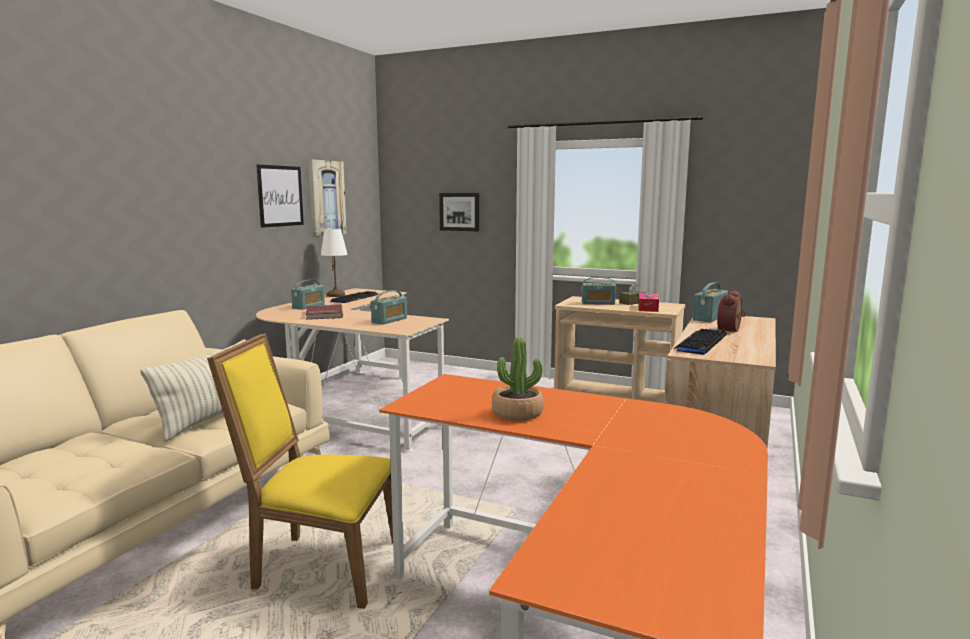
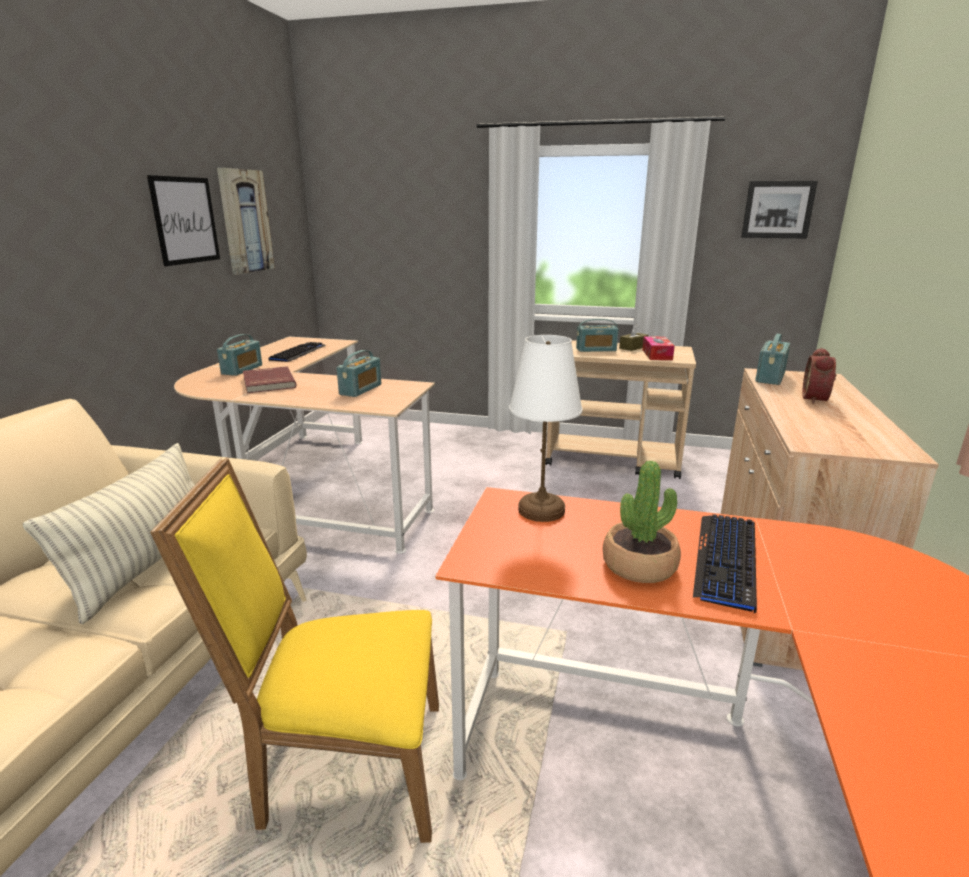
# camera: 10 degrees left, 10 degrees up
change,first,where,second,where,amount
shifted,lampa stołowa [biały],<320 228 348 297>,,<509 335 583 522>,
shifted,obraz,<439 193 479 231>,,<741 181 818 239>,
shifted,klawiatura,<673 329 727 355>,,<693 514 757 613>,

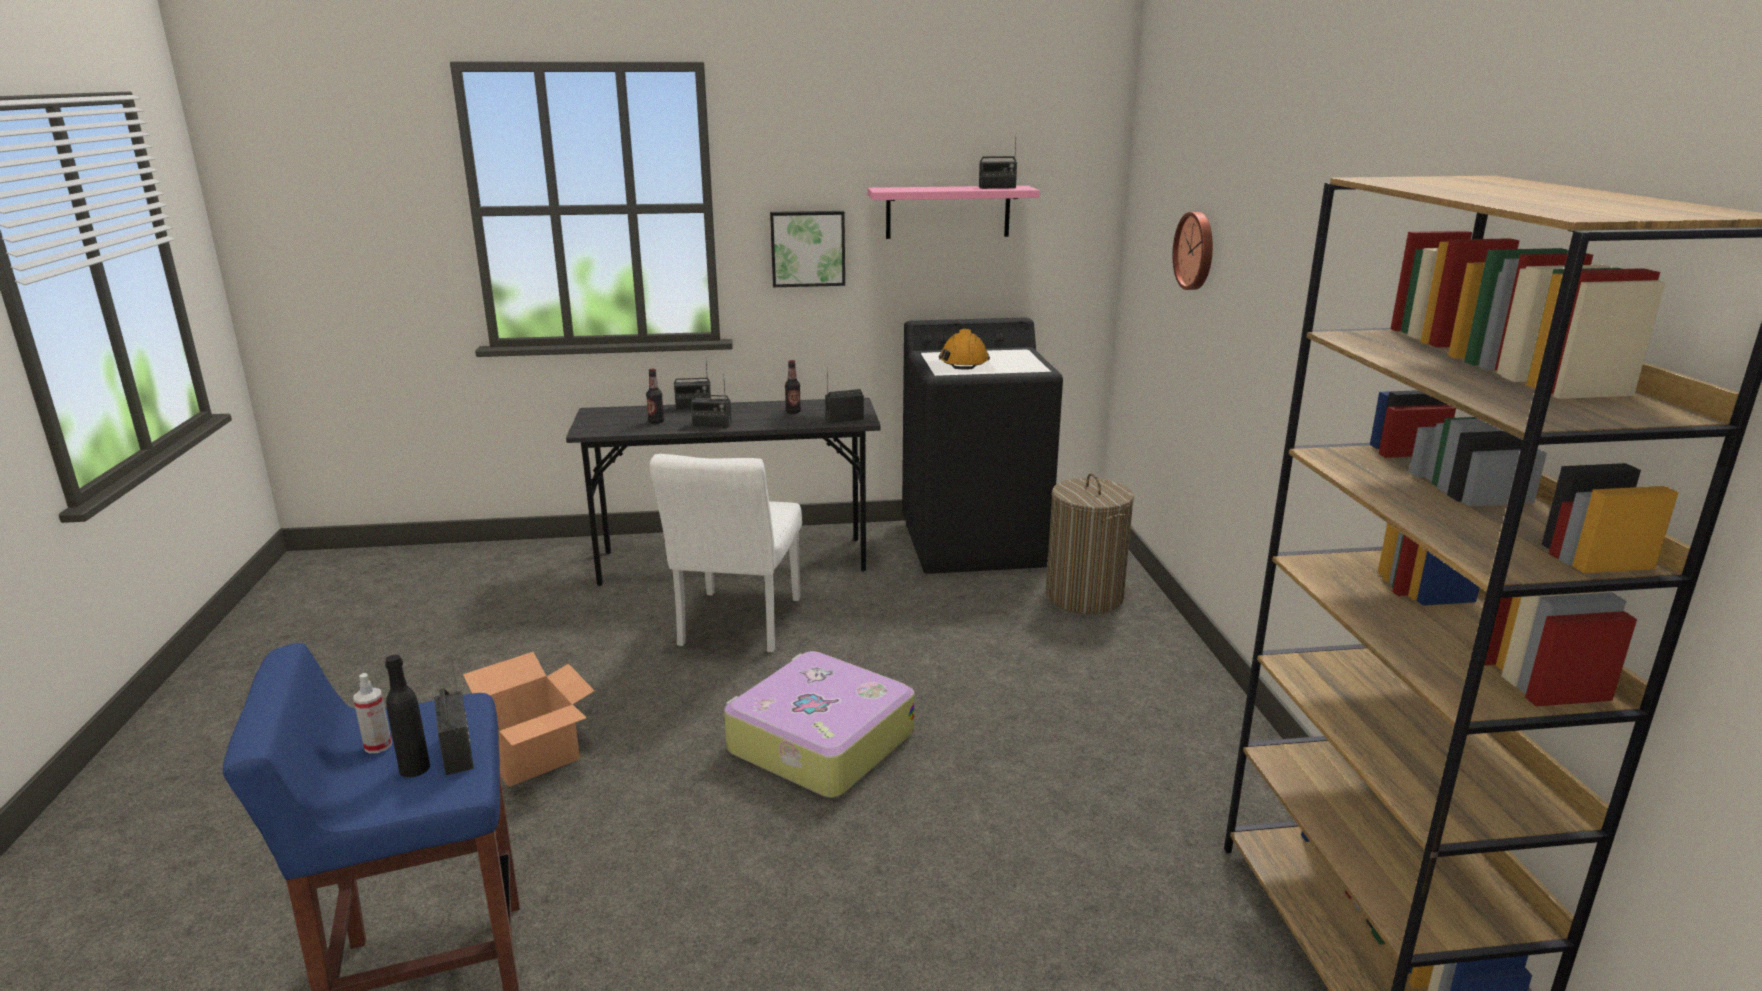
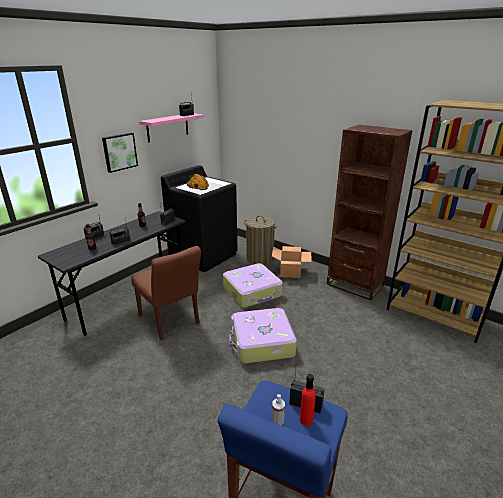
# camera: 45 degrees left, 5 degrees up
change,first,where,second,where,amount
repainted,butelka [czarny],<385 655 430 777>,butelka [czerwony],<300 374 316 426>,
shifted,karton,<463 652 595 787>,,<272 246 312 278>,
repainted,krzesło [biały],<650 454 802 652>,krzesło [brązowy],<131 246 201 340>,
gone,zegar ścienny,<1173 212 1213 290>,,,
new,,,walizka,<223 263 283 308>,
new,,,regał [brązowy],<327 125 413 301>,

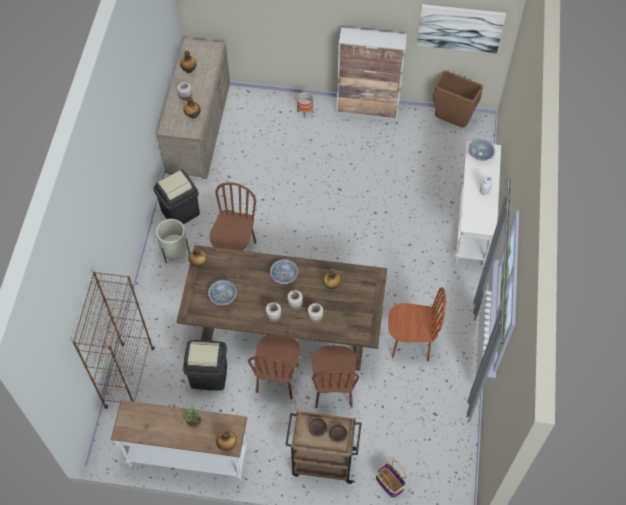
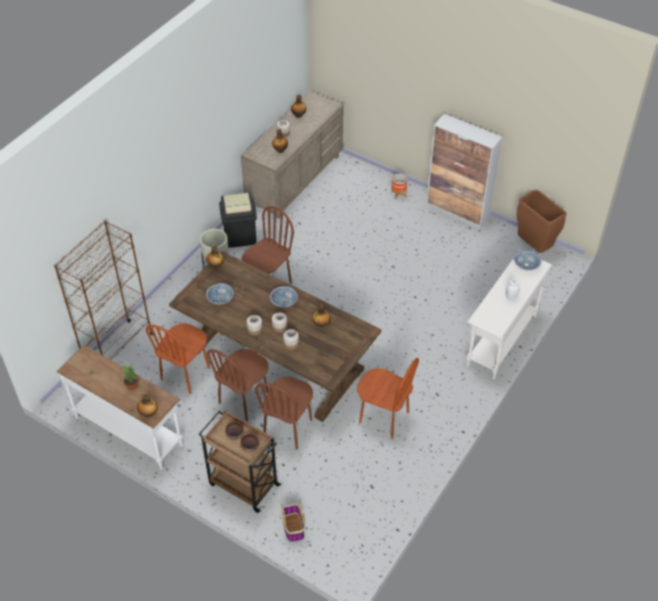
# camera: 25 degrees right, 10 degrees down
change,first,where,second,where,amount
swapped,kosz na śmieci [czarny],<183 340 227 391>,krzesło [brązowy],<146 324 210 394>,
gone,obraz,<417 4 506 54>,,,

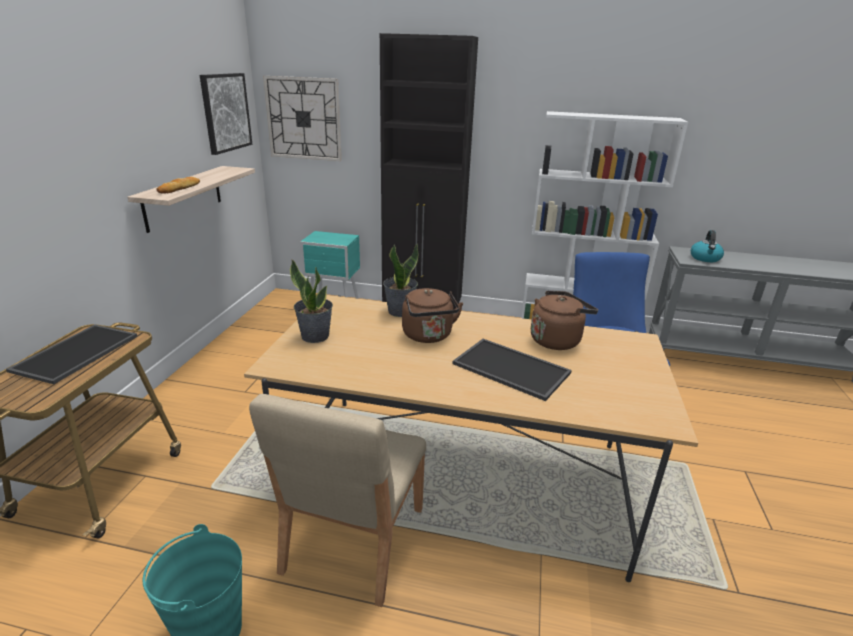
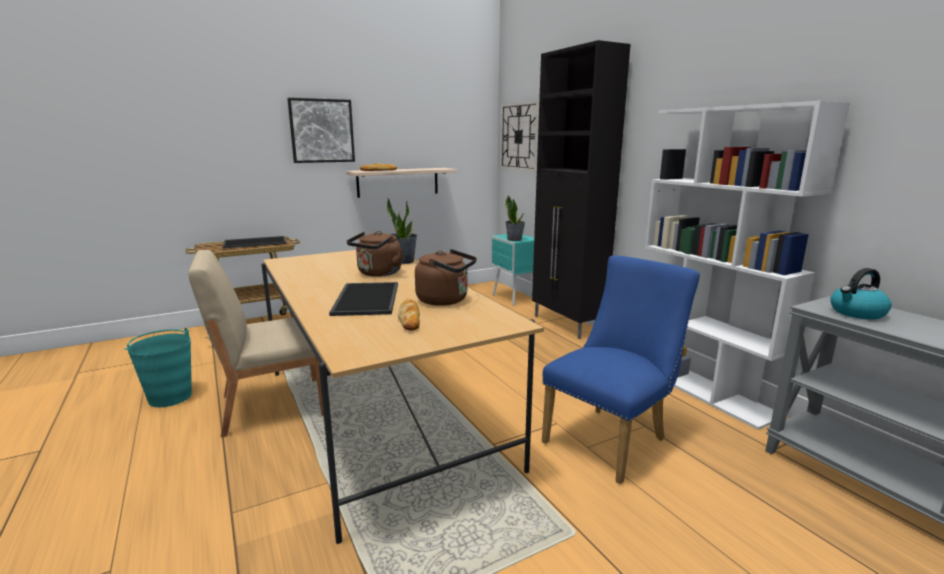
# camera: 50 degrees right, 10 degrees down
change,first,where,second,where,amount
shifted,obraz,<200 73 252 155>,,<287 98 355 163>,
shifted,roślina doniczkowa,<290 260 333 343>,,<505 196 525 241>,
new,,,chleb,<398 299 420 331>,

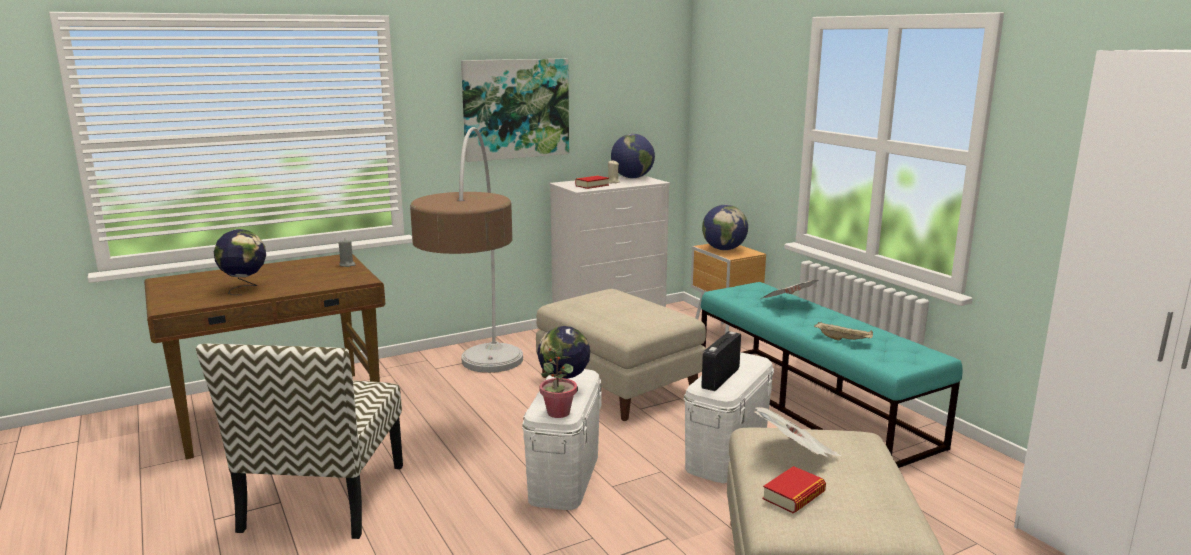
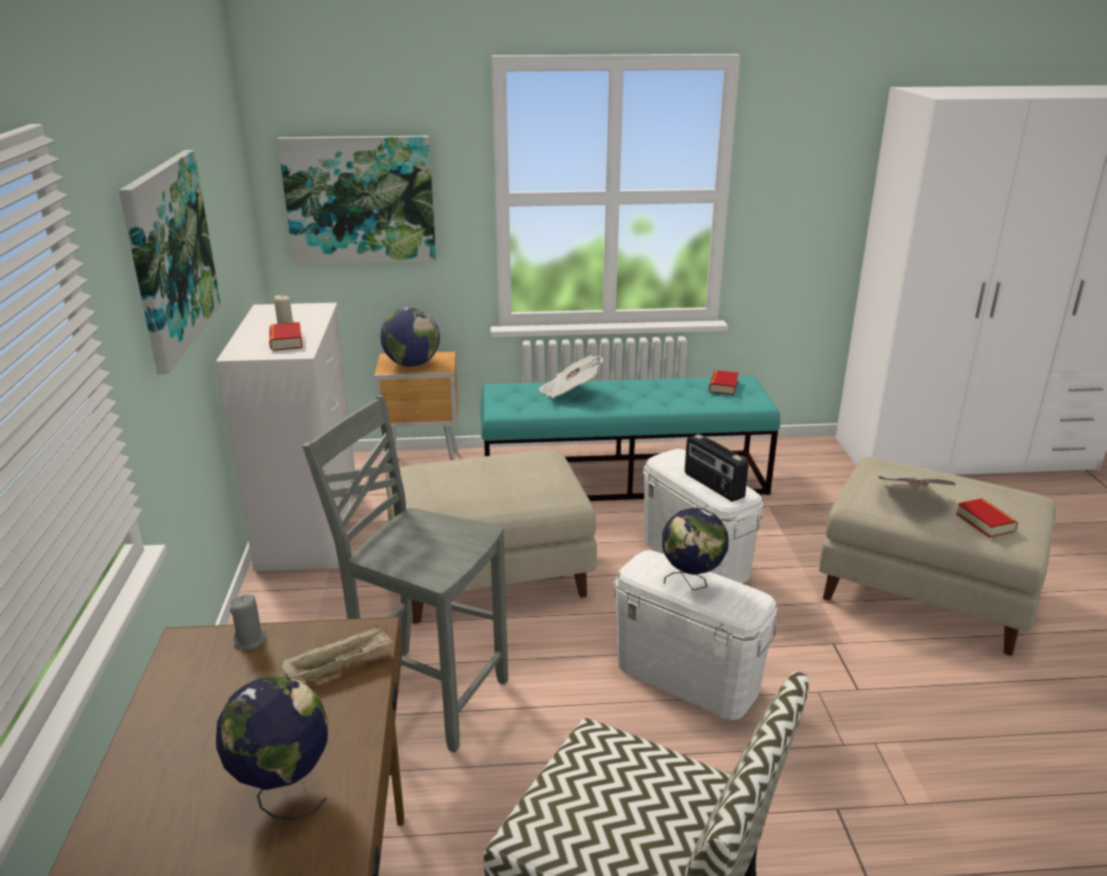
# camera: 65 degrees left, 10 degrees up
change,first,where,second,where,amount
swapped,lampa stojąca,<410 127 523 373>,krzesło [szary],<303 395 508 752>,
gone,roślina doniczkowa,<540 343 577 418>,,,
gone,globus,<611 134 655 178>,,,
shifted,taca [beżowy],<814 322 873 341>,,<280 624 394 679>,
new,,,obraz,<277 136 436 265>,
new,,,książka,<709 370 739 395>,

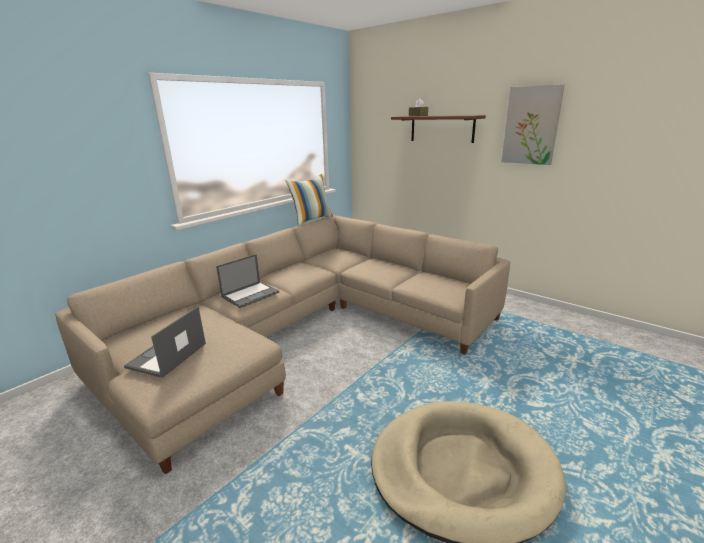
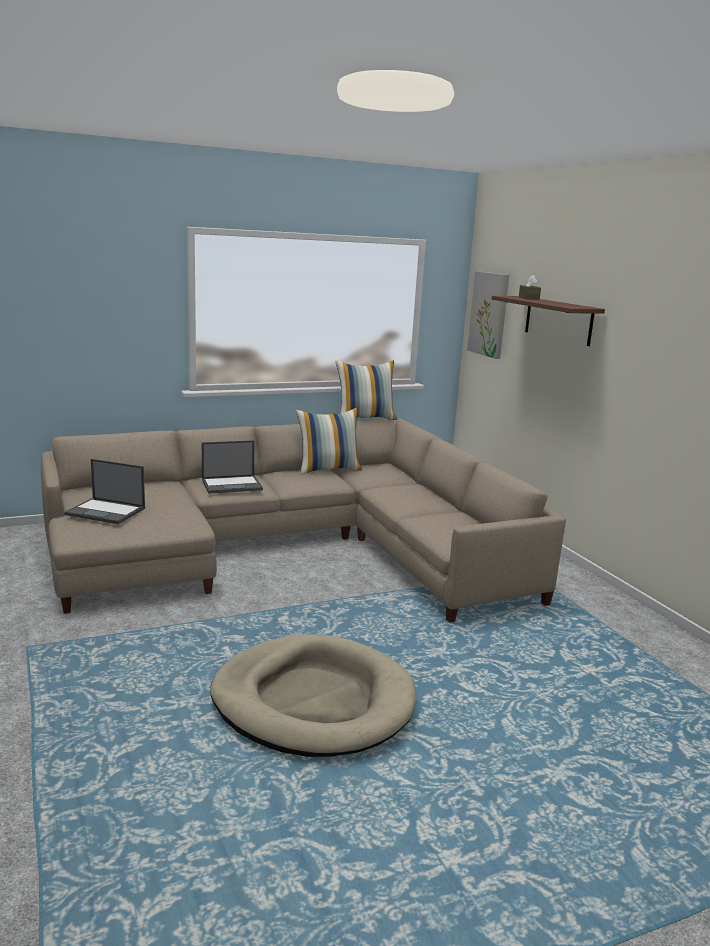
# camera: 25 degrees right, 5 degrees down
change,first,where,second,where,amount
rotated,laptop,<124 306 206 378>,,<64 459 145 524>,120 degrees counterclockwise
shifted,obraz,<501 84 565 165>,,<467 271 509 359>,
new,,,poduszka,<296 408 362 475>,

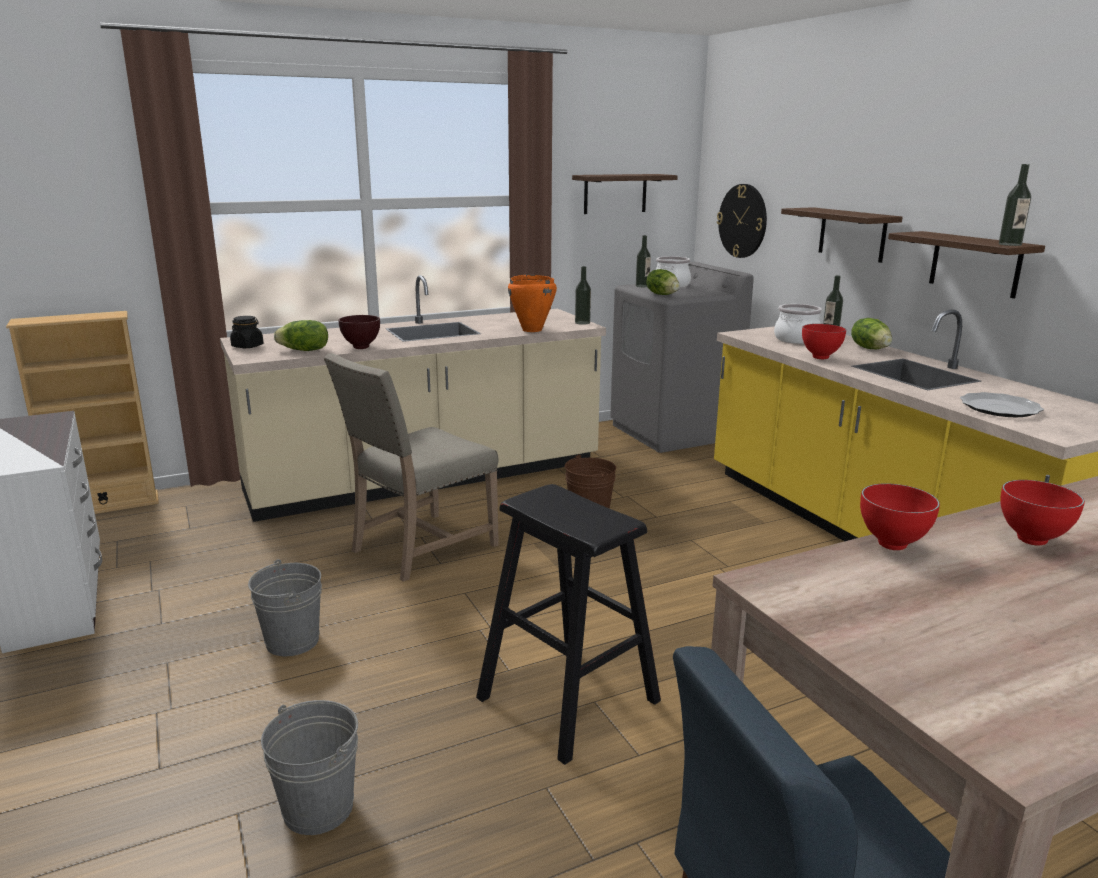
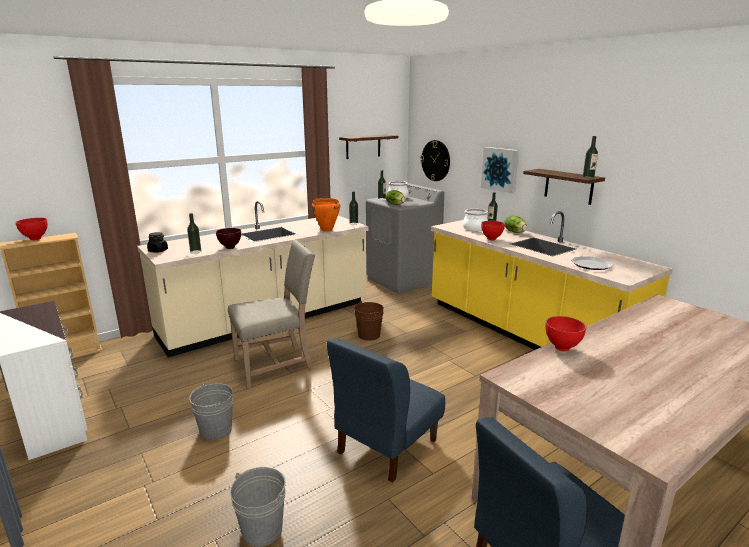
# camera: 10 degrees left, 0 degrees up
change,first,where,second,where,amount
swapped,sałata,<274 320 328 351>,butelka,<187 213 201 254>,
rotated,krzesło [beżowy],<324 353 499 582>,,<228 240 315 388>,150 degrees counterclockwise
swapped,stołek [czarny],<476 484 661 765>,krzesło [niebieski],<327 338 445 483>,
swapped,półka,<781 207 903 263>,obraz,<481 147 519 194>,
shifted,miska [czerwony],<1000 480 1085 545>,,<15 218 48 240>,

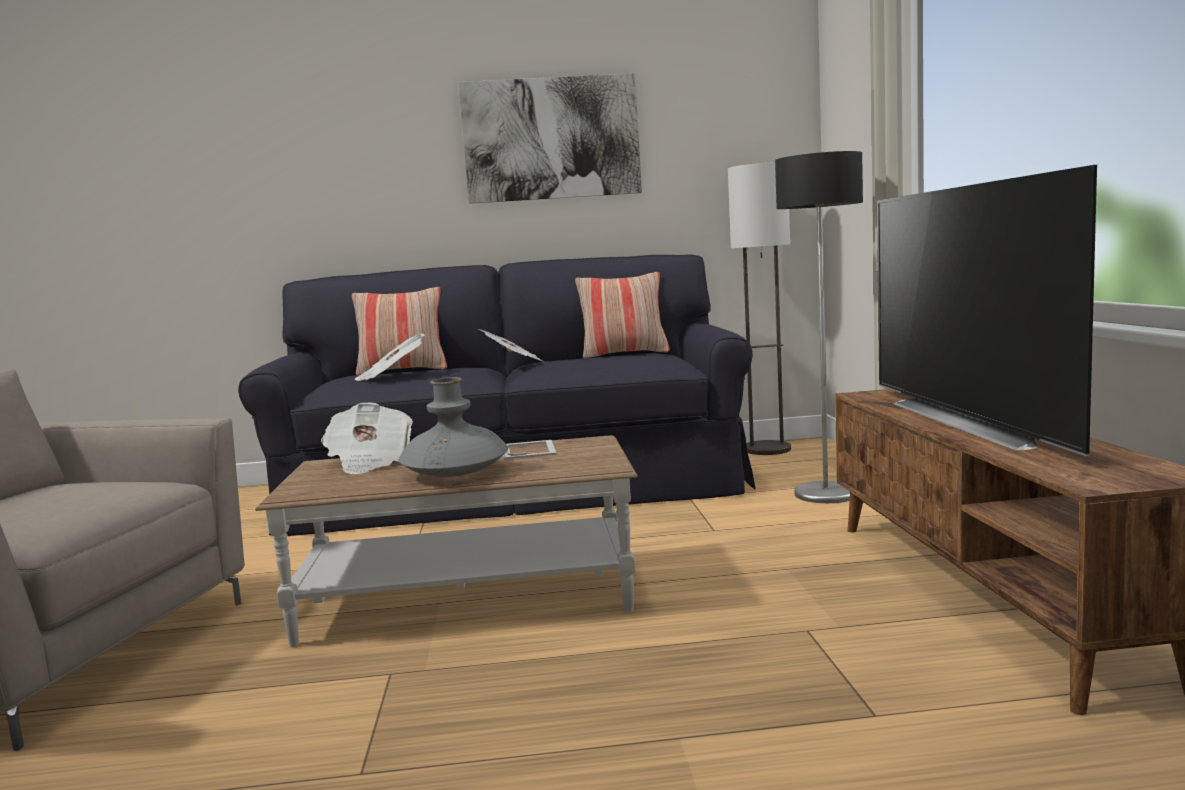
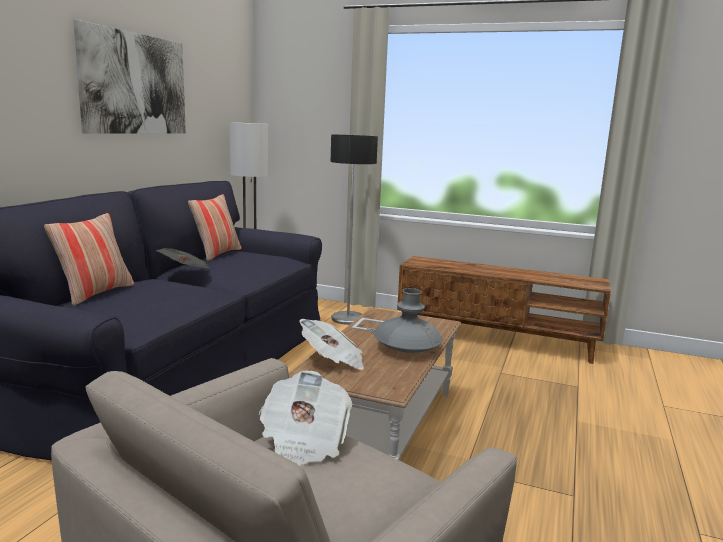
# camera: 65 degrees left, 5 degrees up
change,first,where,second,where,amount
shifted,gazeta,<355 334 425 381>,,<259 371 352 466>,
gone,telewizor,<877 165 1097 456>,,,

